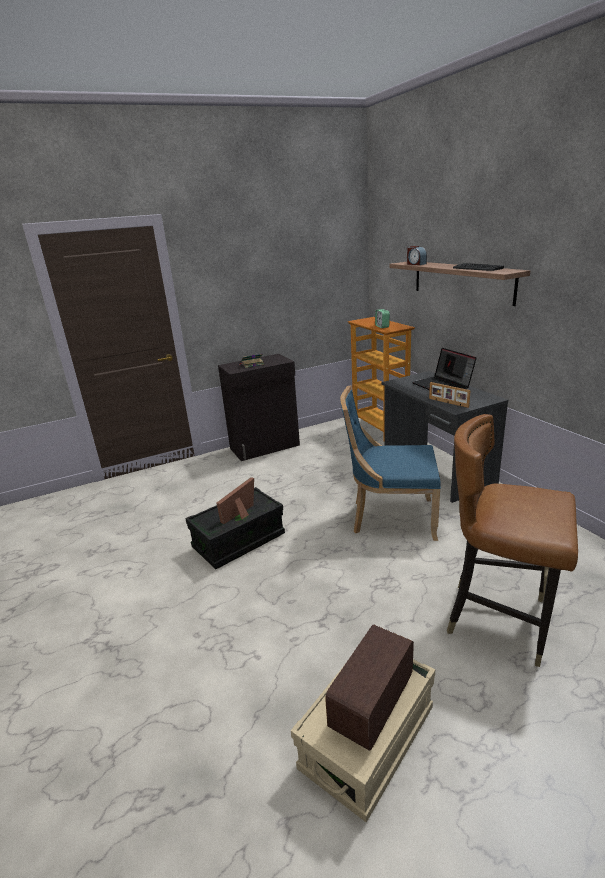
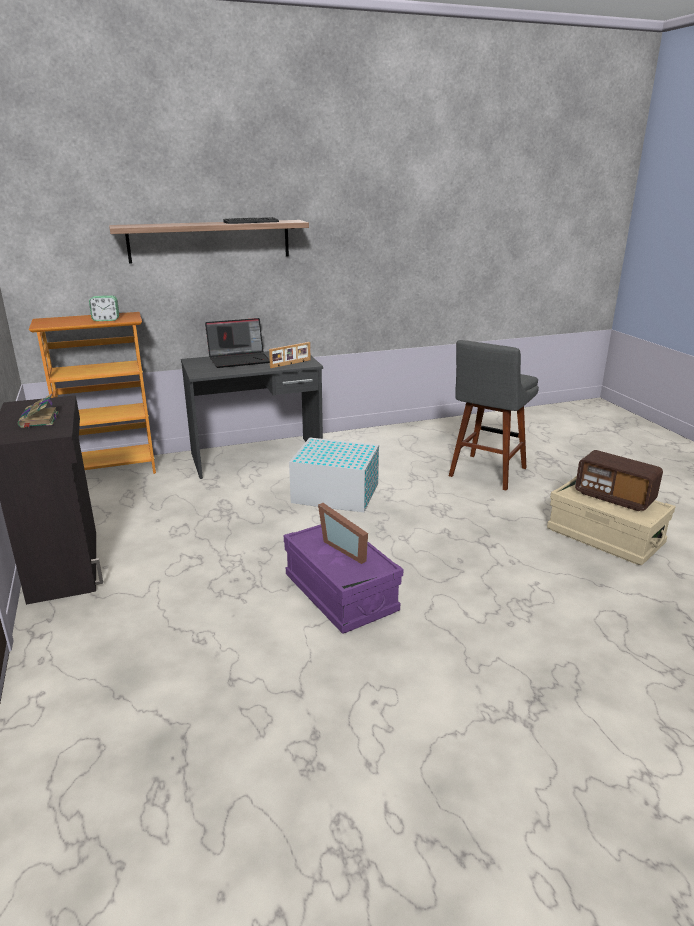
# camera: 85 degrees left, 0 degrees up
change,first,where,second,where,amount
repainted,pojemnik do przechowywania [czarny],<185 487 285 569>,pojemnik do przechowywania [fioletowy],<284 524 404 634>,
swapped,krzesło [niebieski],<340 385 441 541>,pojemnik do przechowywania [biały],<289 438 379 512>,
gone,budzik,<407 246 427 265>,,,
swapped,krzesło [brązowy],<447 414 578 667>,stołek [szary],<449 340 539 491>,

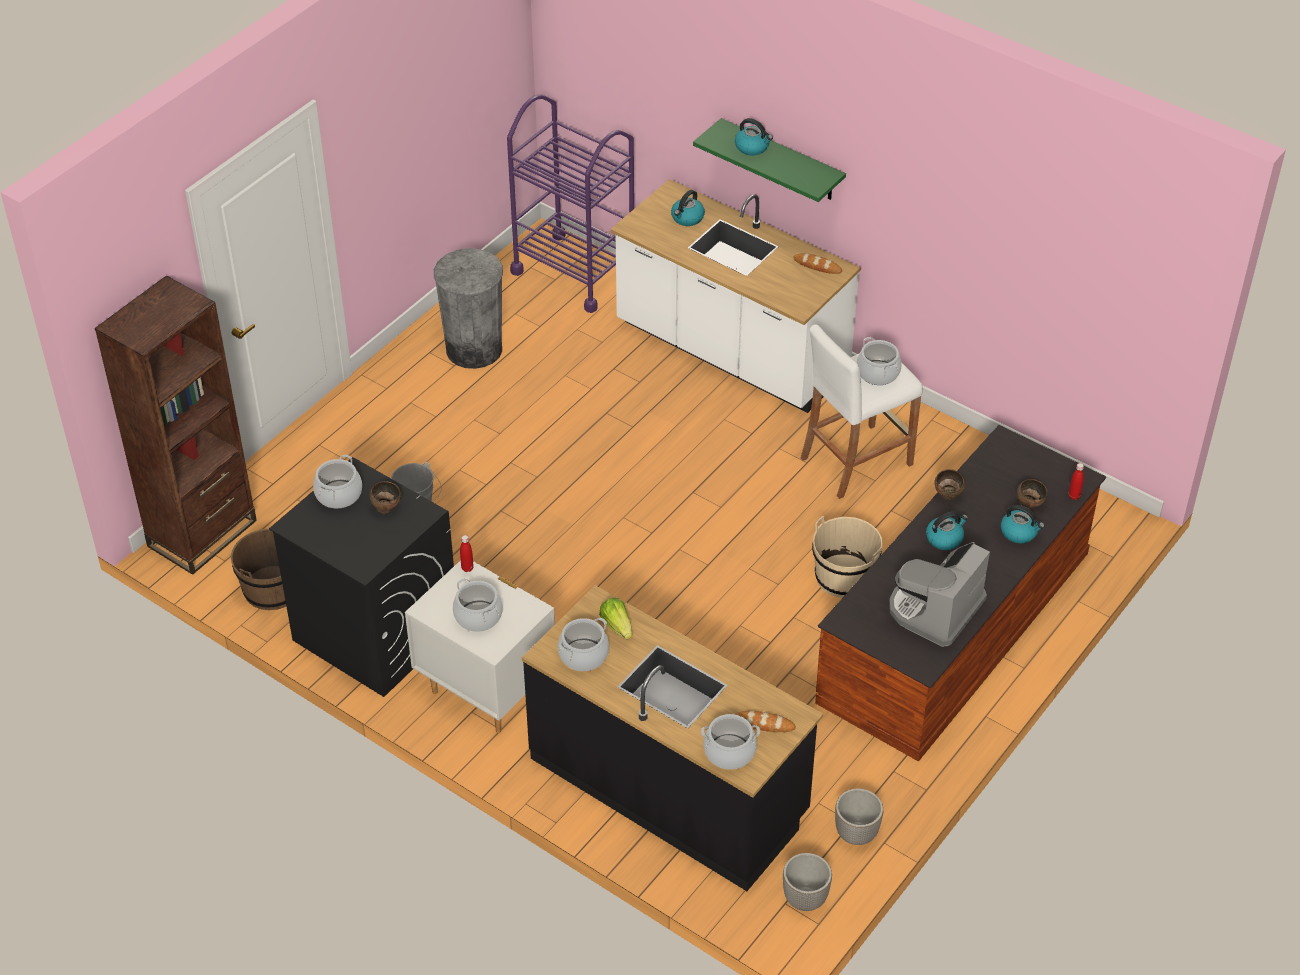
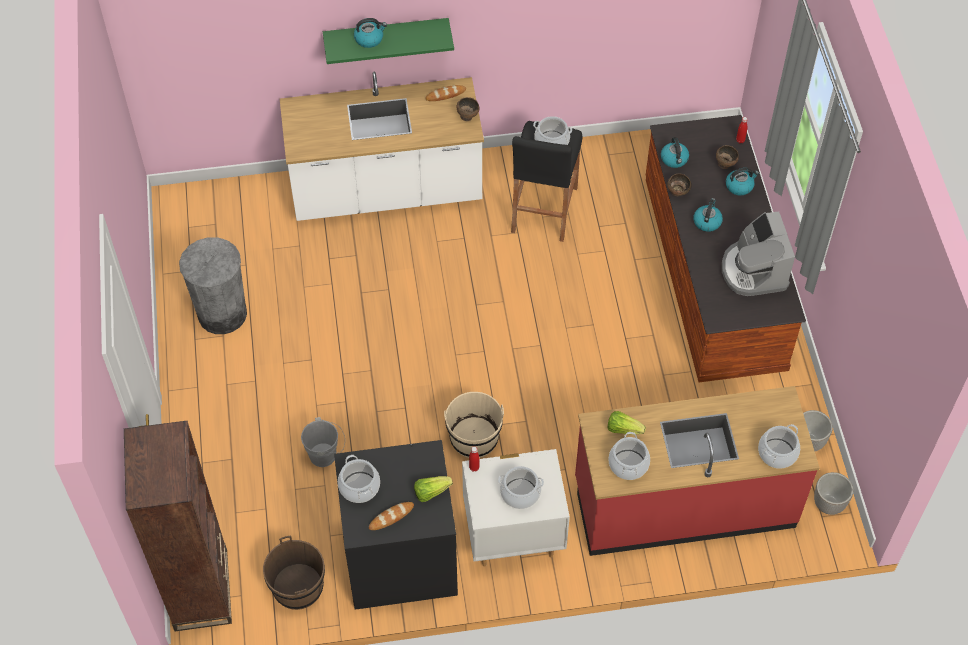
# camera: 45 degrees left, 10 degrees up
change,first,where,second,where,amount
shifted,miska [brązowy],<369 481 401 514>,,<457 97 479 121>,
gone,wózek [fioletowy],<507 95 634 313>,,,
repainted,zabudowa kuchenna [czarny],<522 585 823 891>,zabudowa kuchenna [czerwony],<575 386 819 556>,
shifted,czajnik,<671 190 705 226>,,<661 137 689 168>,
shifted,chleb,<735 711 796 732>,,<369 502 414 530>,
repainted,stołek [biały],<801 324 923 499>,stołek [czarny],<511 121 582 242>,
shifted,wiadro [beżowy],<812 516 883 598>,,<444 392 504 458>,
new,,,sałata,<414 476 453 502>,

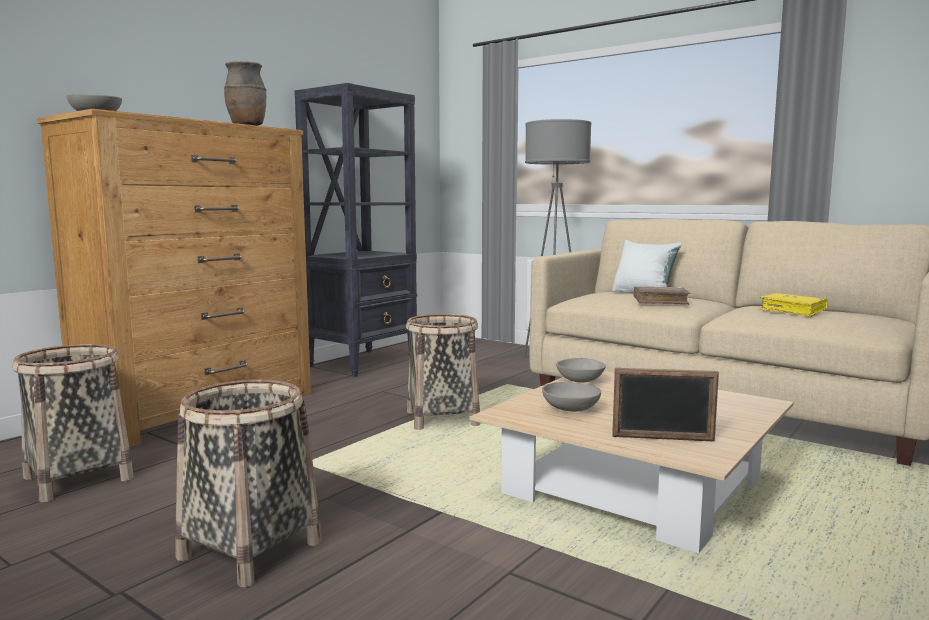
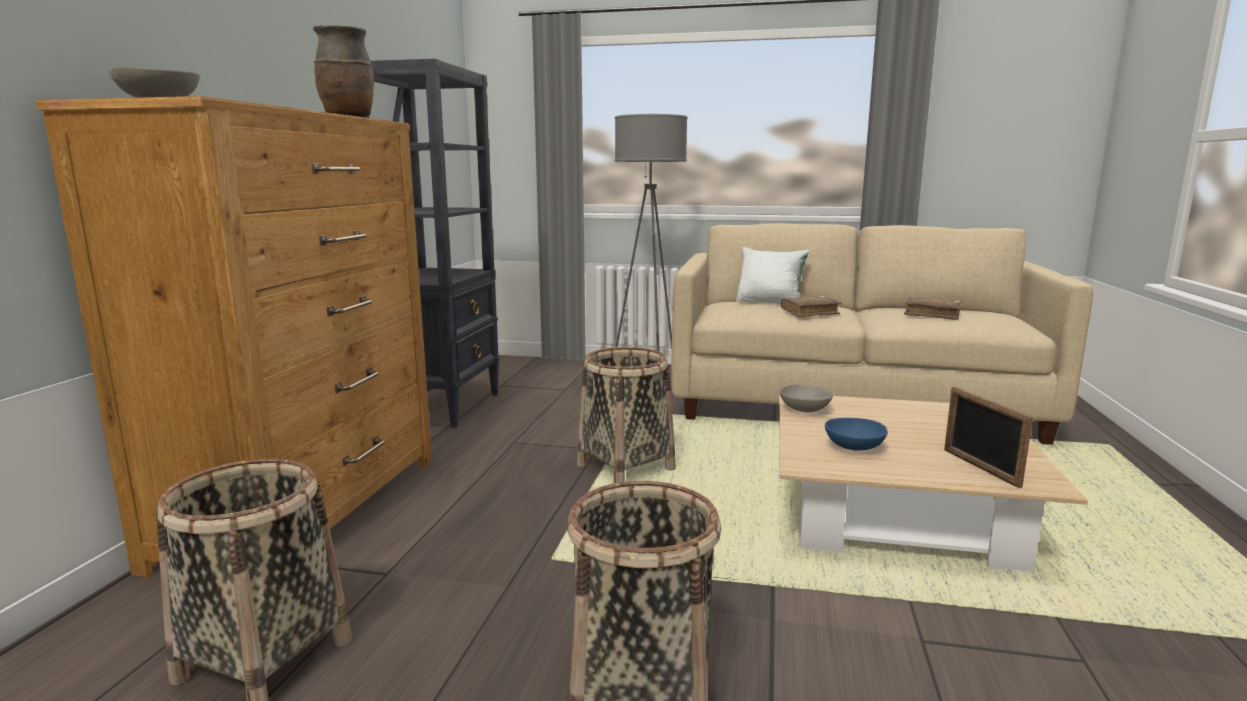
# camera: 25 degrees left, 5 degrees up
change,first,where,second,where,amount
repainted,miska [szary],<542 382 601 412>,miska [niebieski],<825 418 888 450>,
rotated,ramka na zdjęcie,<612 368 719 442>,,<944 387 1033 488>,90 degrees clockwise
repainted,książka [żółty],<759 293 828 317>,książka [brązowy],<904 297 962 320>,

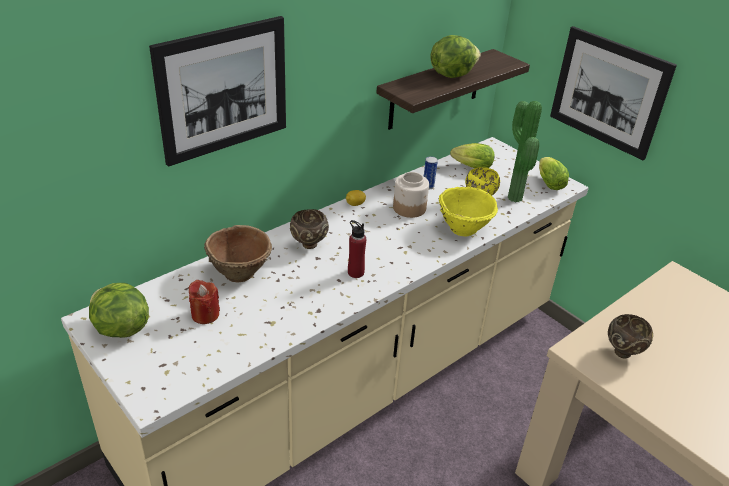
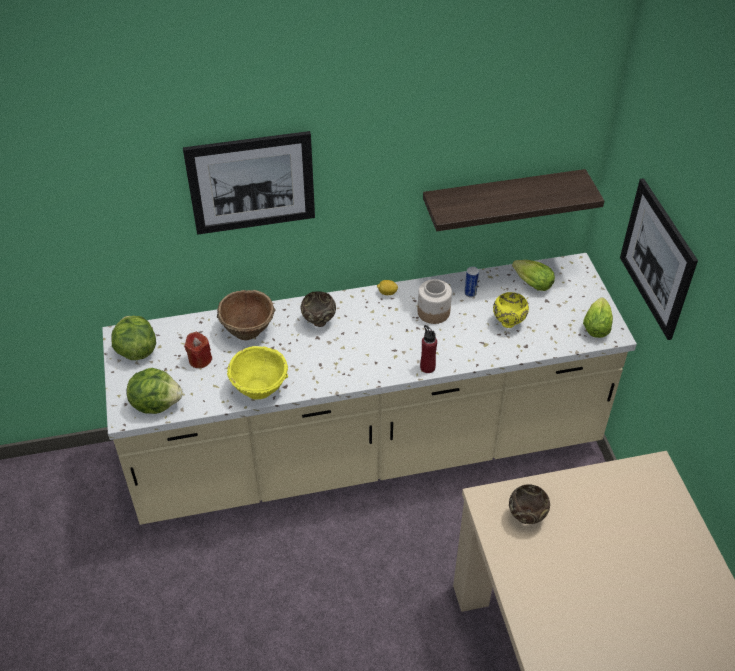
# camera: 30 degrees right, 10 degrees up
change,first,where,second,where,amount
shifted,butelka [czerwony],<348 220 366 278>,,<420 325 437 373>,
shifted,sałata,<431 35 481 78>,,<126 368 183 414>,
shifted,miska [żółty],<439 186 498 237>,,<227 346 289 399>,
gone,roślina doniczkowa,<508 101 542 202>,,,

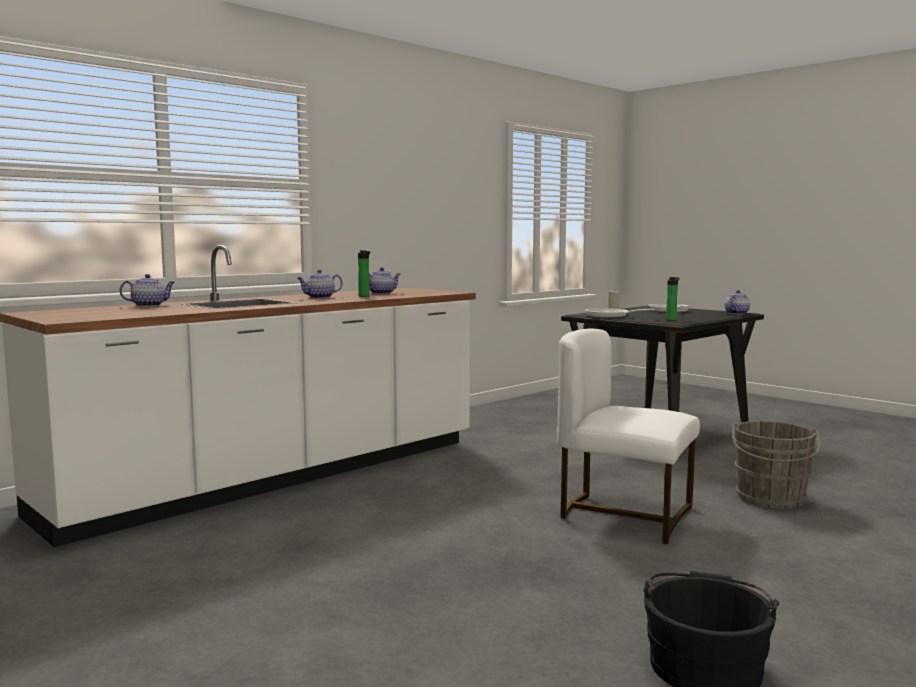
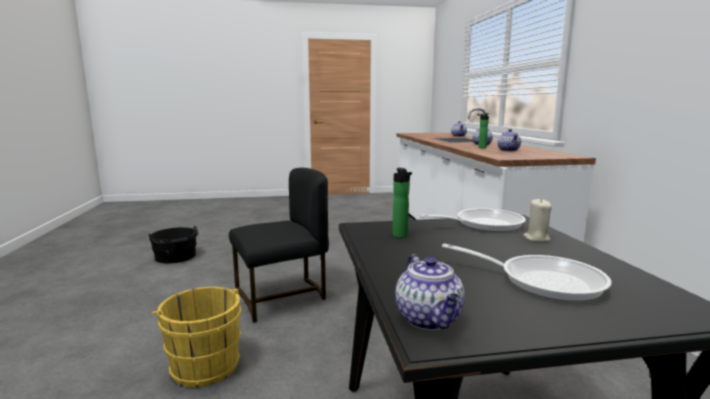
# camera: 125 degrees right, 5 degrees up
change,first,where,second,where,amount
repainted,krzesło [biały],<557 328 700 544>,krzesło [czarny],<229 168 329 323>,
repainted,wiadro [szary],<732 421 820 509>,wiadro [żółty],<152 287 242 387>,

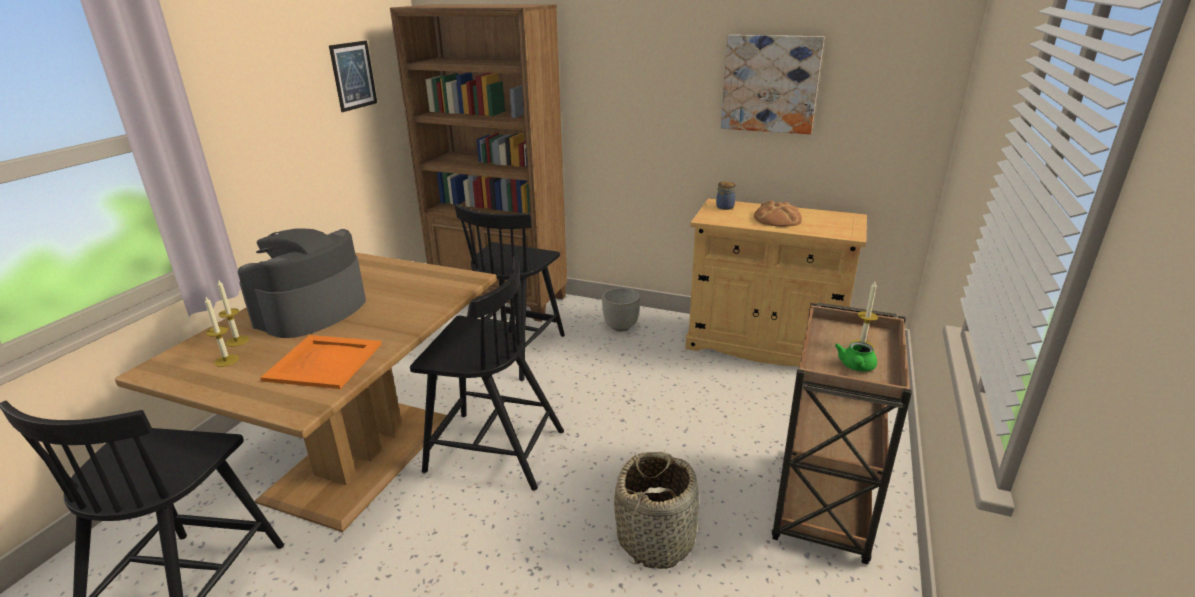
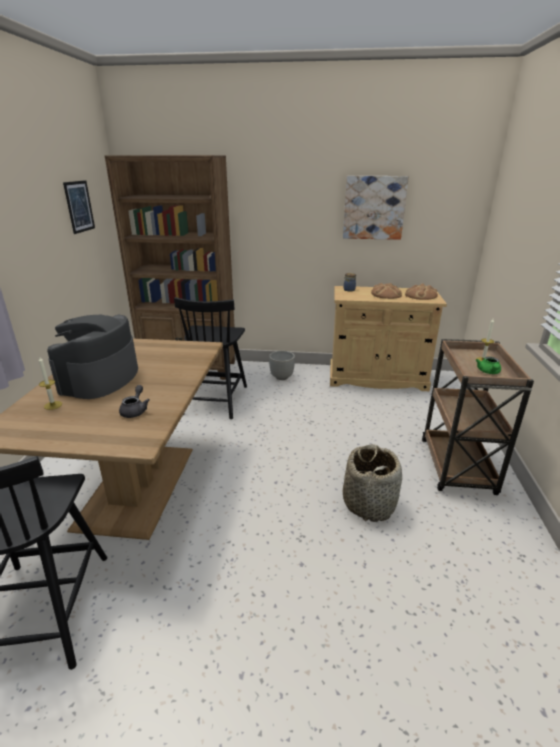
# camera: 15 degrees left, 0 degrees up
change,first,where,second,where,amount
gone,świeca,<205 297 239 367>,,,
swapped,taca [pomarańczowy],<260 335 382 389>,imbryk [szary],<119 385 150 418>,
gone,krzesło [czarny],<410 256 564 491>,,,
new,,,chleb,<405 283 438 300>,

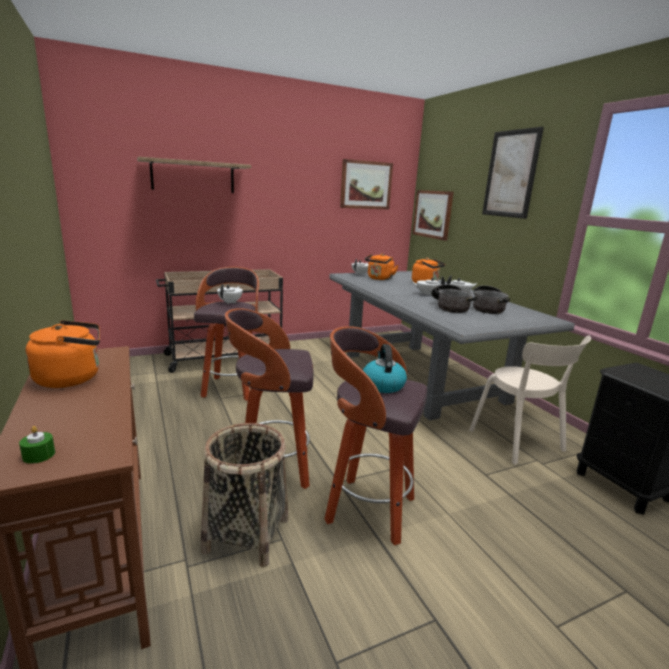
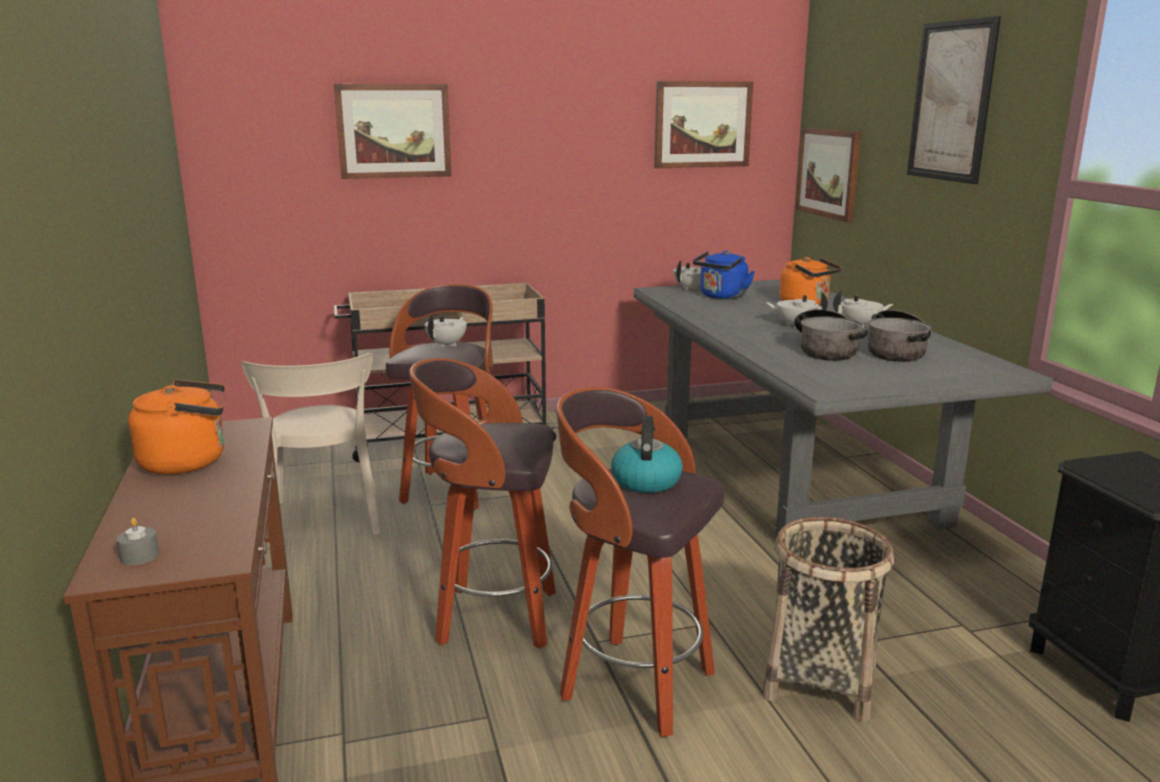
# camera: 10 degrees right, 0 degrees up
change,first,where,second,where,amount
repainted,świeca [zielony],<19 426 55 464>,świeca [szary],<116 518 159 565>,
swapped,półka,<137 157 251 193>,obraz,<334 84 452 179>,
shifted,koszyk,<201 423 288 567>,,<763 517 894 722>,
repainted,czajnik [pomarańczowy],<365 254 399 280>,czajnik [niebieski],<693 251 755 299>,
shifted,krzesło [beżowy],<470 336 591 465>,,<241 353 381 547>,

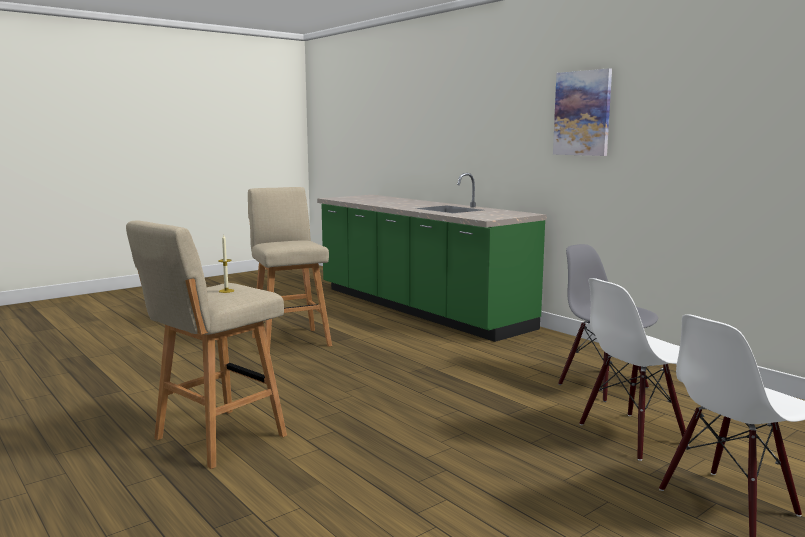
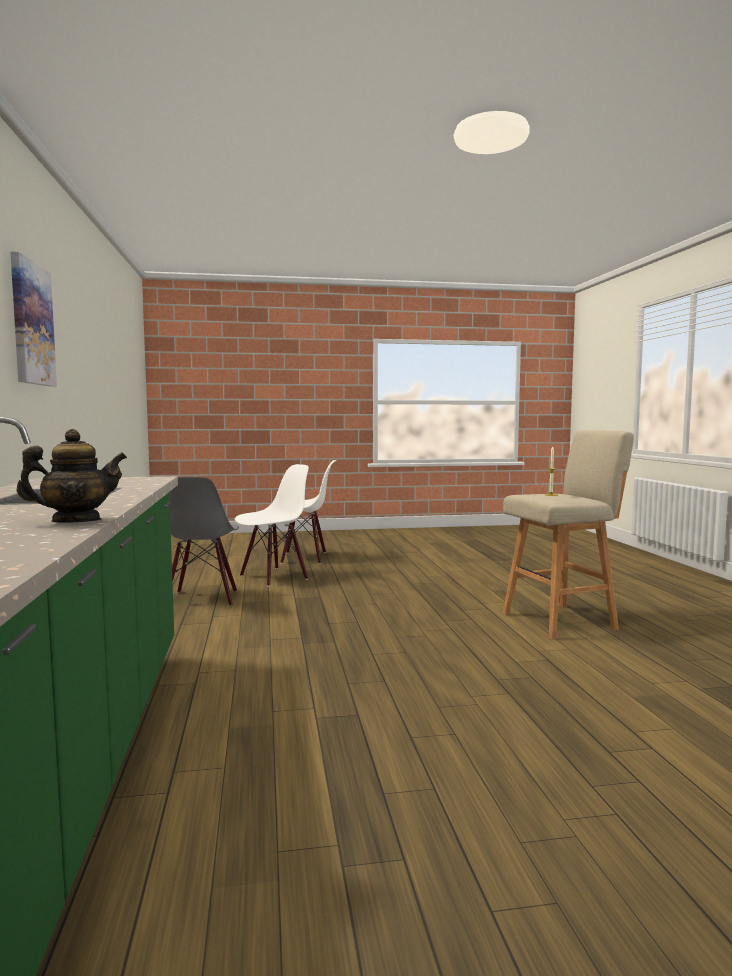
# camera: 150 degrees left, 5 degrees down
change,first,where,second,where,amount
gone,stołek [beżowy],<248 187 332 351>,,,
rotated,krzesło [biały],<579 278 686 461>,,<235 464 309 587>,45 degrees counterclockwise
new,,,imbryk,<16 429 127 522>,

